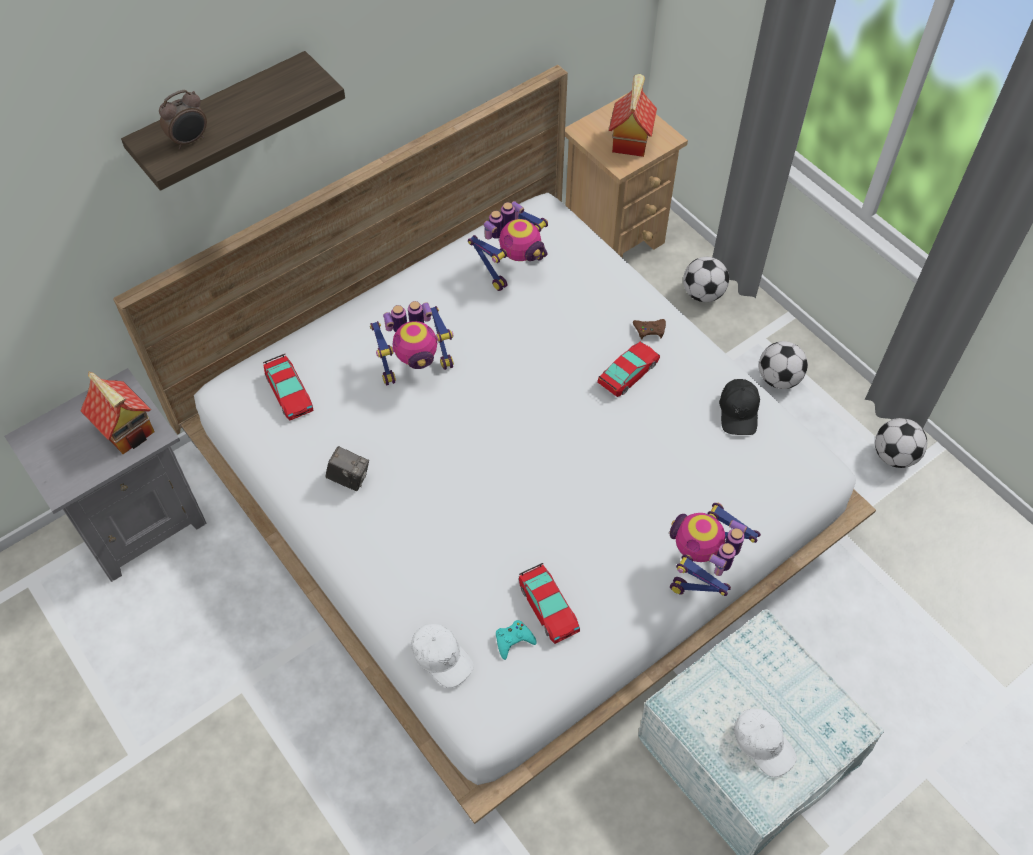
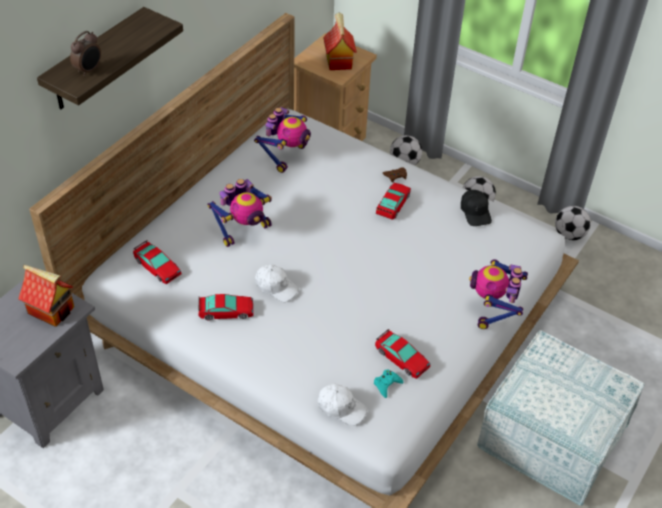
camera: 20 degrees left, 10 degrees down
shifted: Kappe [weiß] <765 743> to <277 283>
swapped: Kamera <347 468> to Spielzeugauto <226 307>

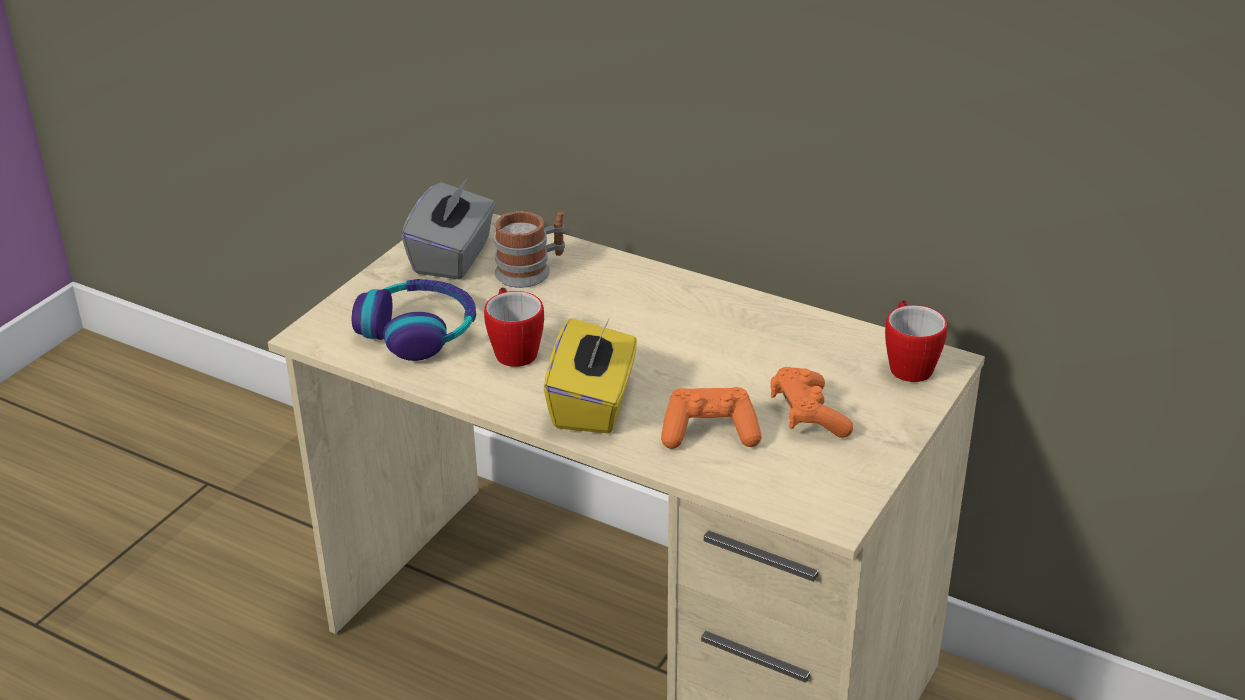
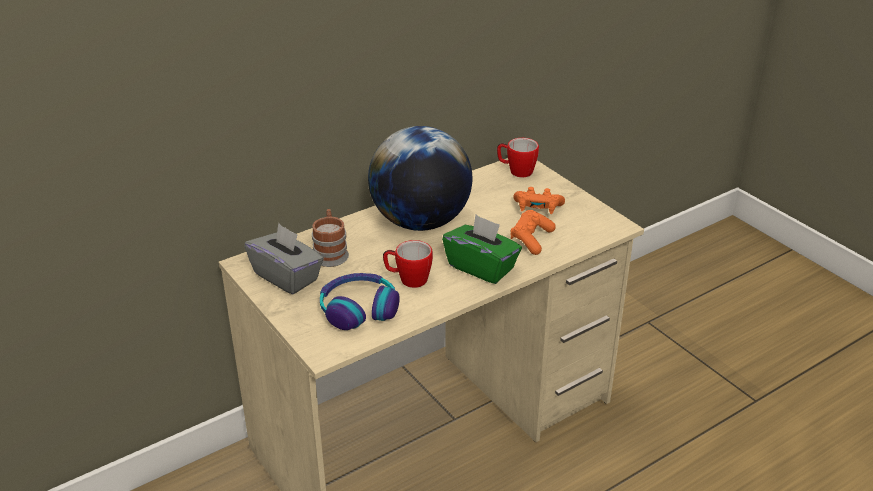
camera: 65 degrees left, 0 degrees up
new: Globus <420 178>
repainted: Taschentuchbox [gelb] <590 375> to Taschentuchbox [grün] <482 249>

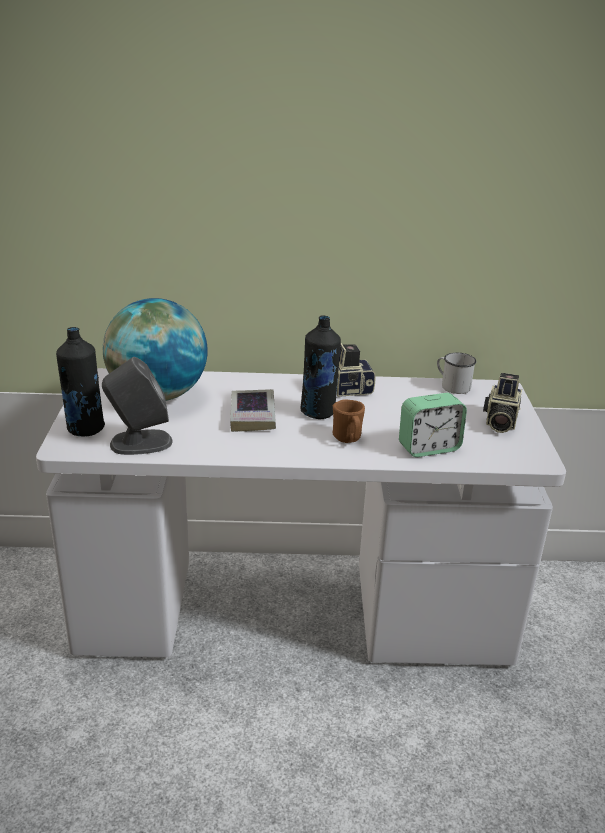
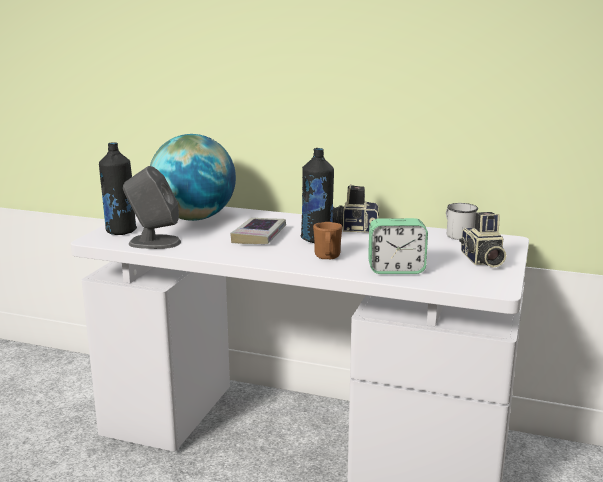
camera: 20 degrees right, 10 degrees down
rotated: Kamera <502 403> = <482 239> 45 degrees counterclockwise

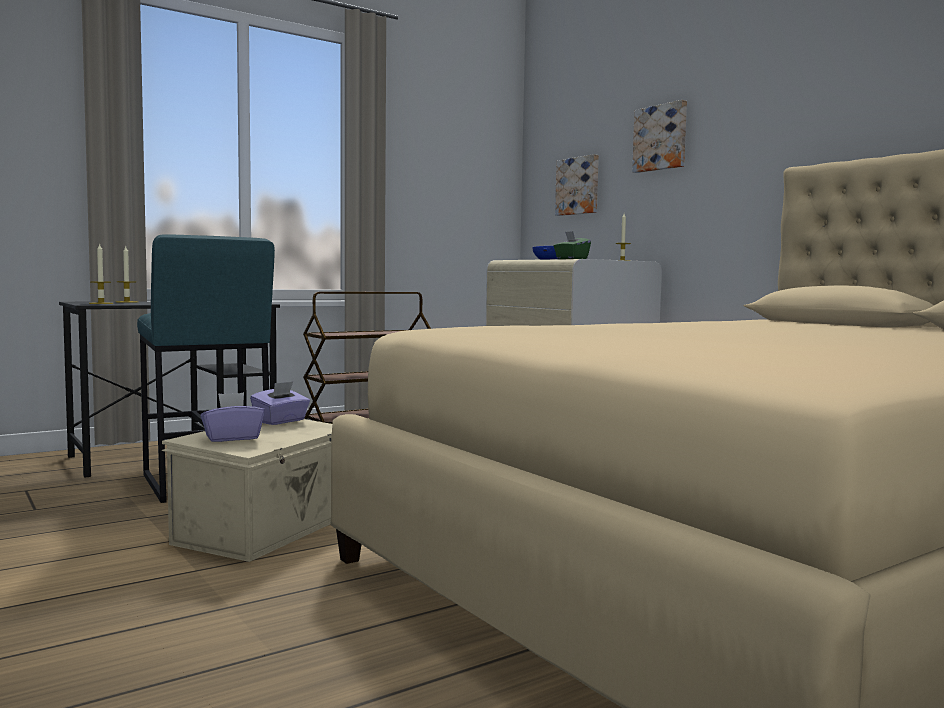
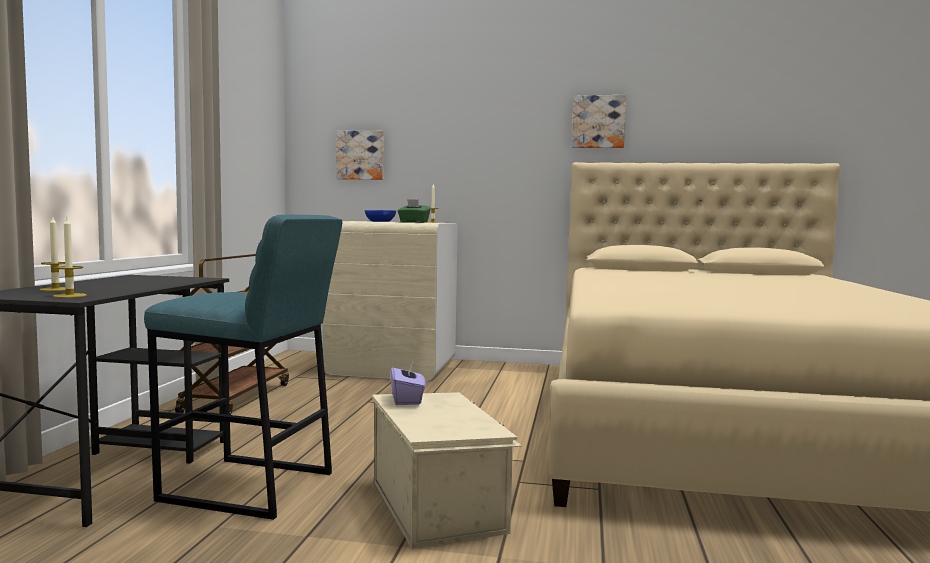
camera: 45 degrees left, 0 degrees up
gone: Taschentuchbox [lila] <233 417>
shifted: Bild <659 136> to <599 121>

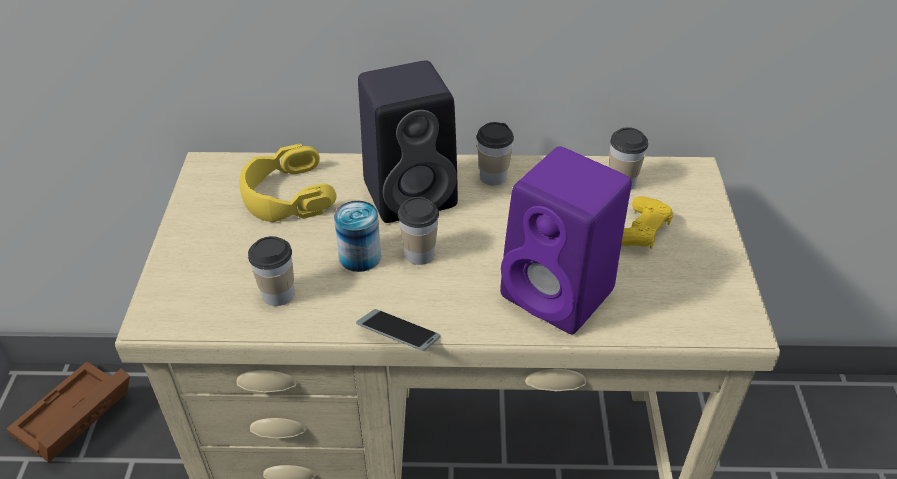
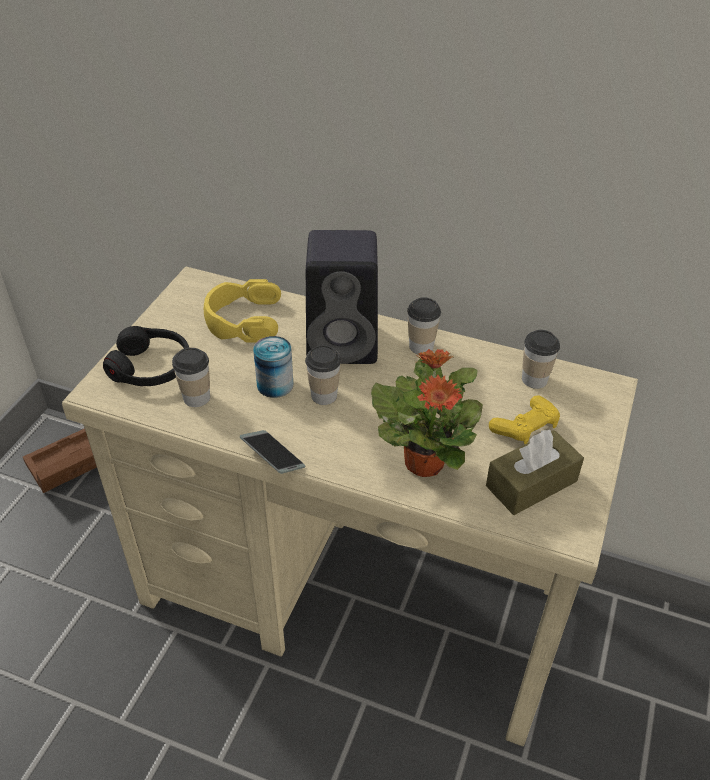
camera: 20 degrees right, 0 degrees up
new: Kopfhörer [schwarz] <146 356>; Taschentuchbox [braun] <535 472>
swapped: Lautsprecher [lila] <566 240> to Topfpflanze <427 413>

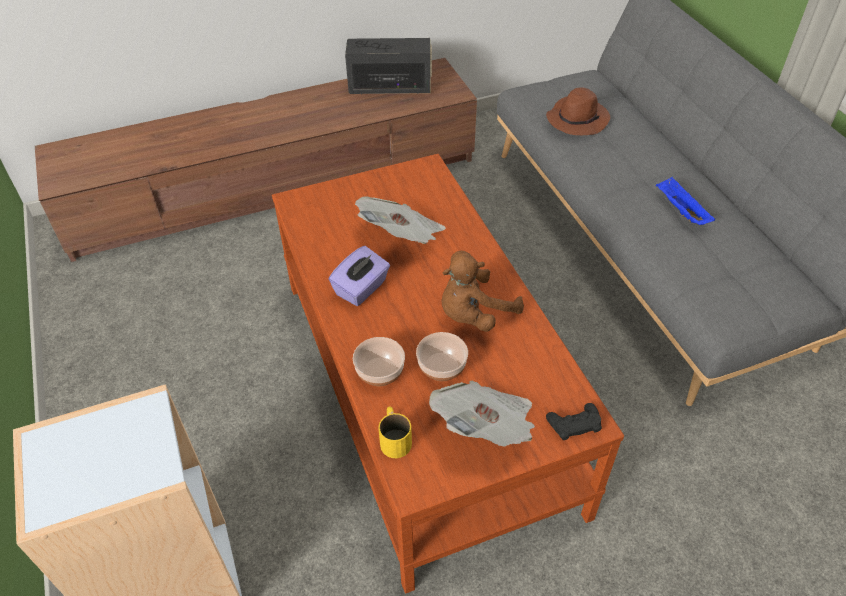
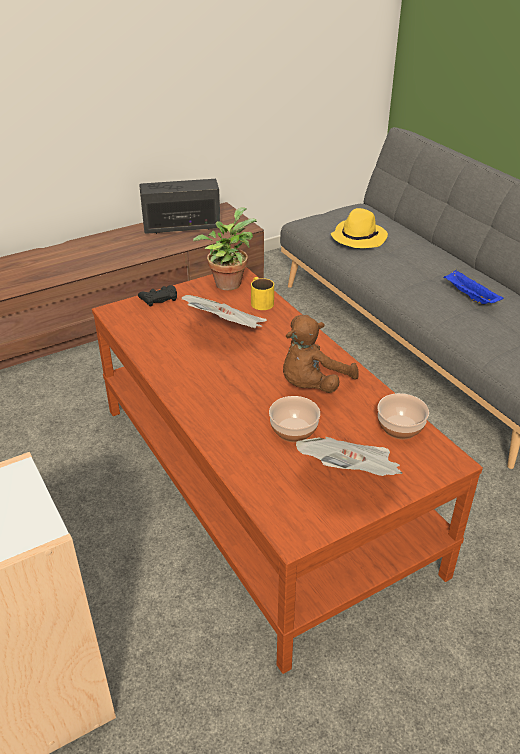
camera: 10 degrees left, 10 degrees down
gone: Taschentuchbox [lila] <359 276>
new: Topfpflanze <225 248>
shifted: Schüssel <379 361> to <403 416>; Henkelbecher [gelb] <395 432> to <262 293>; Gamepad [schwarz] <574 421> to <157 296>
repainted: Hut [braun] <578 111> to Hut [gelb] <359 228>

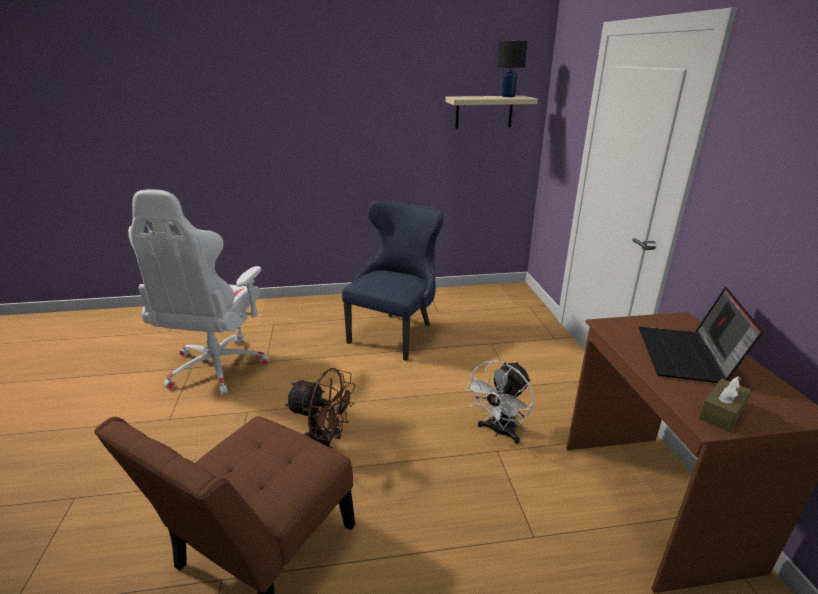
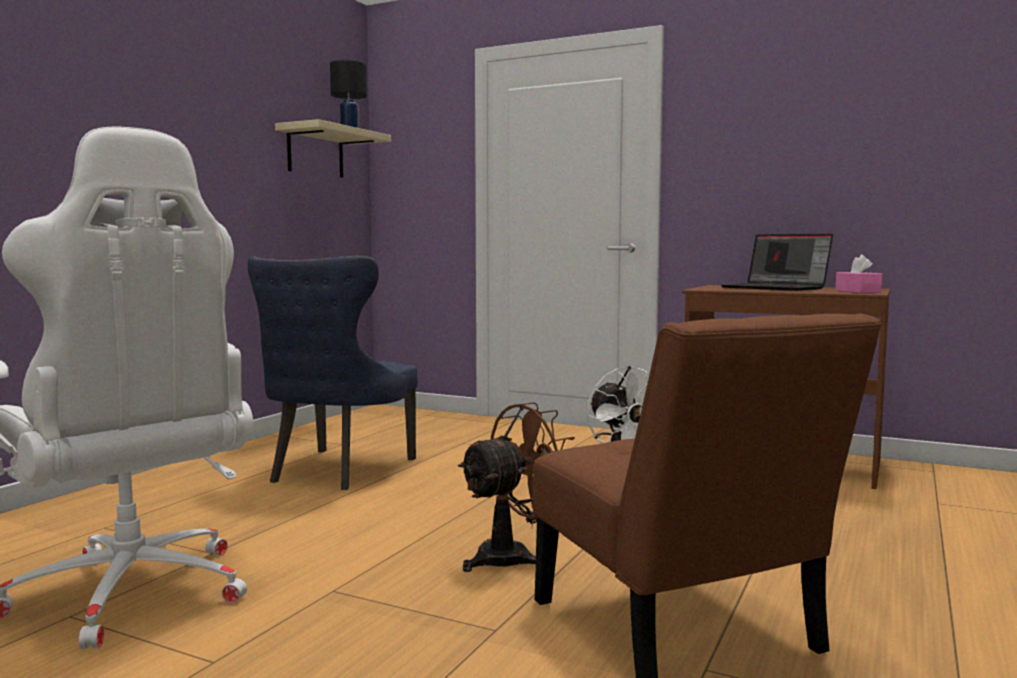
camera: 55 degrees left, 20 degrees down
repainted: Taschentuchbox [braun] <725 404> to Taschentuchbox [rosa] <859 274>
rotated: Stuhl [blau] <392 281> = <333 373> 135 degrees counterclockwise

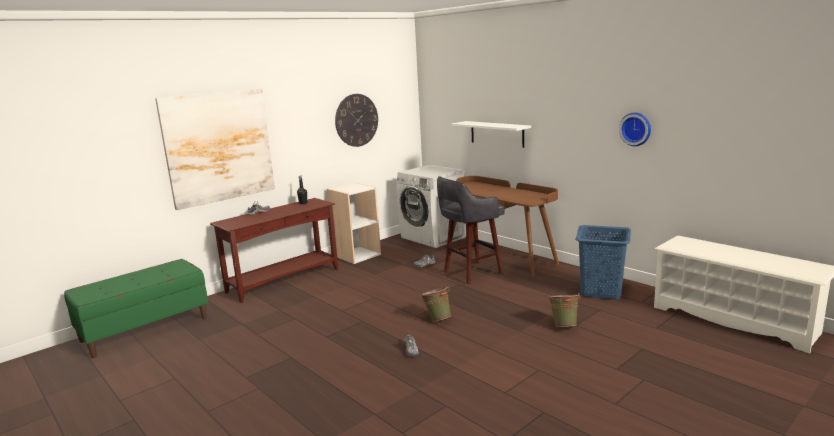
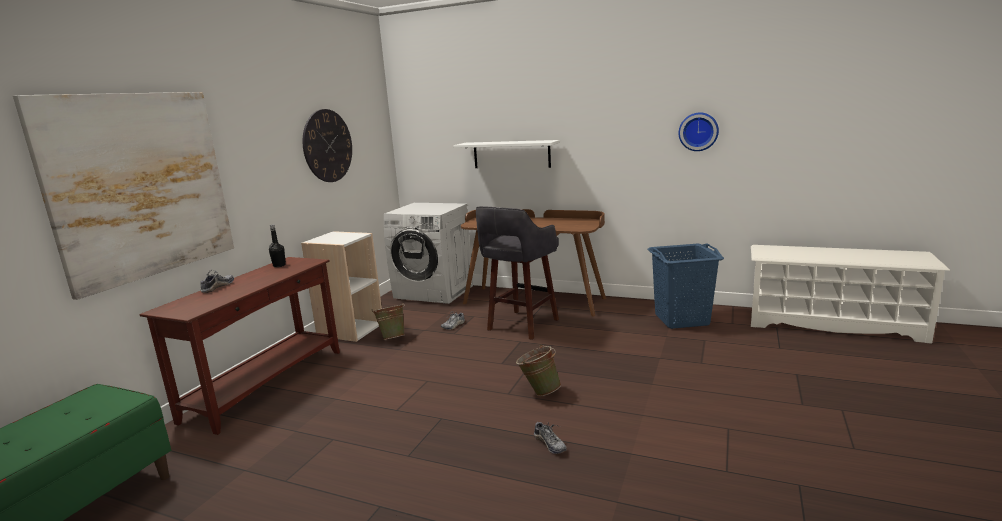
camera: 25 degrees left, 0 degrees up
shifted: Eimer [grün] <564 310> to <388 321>

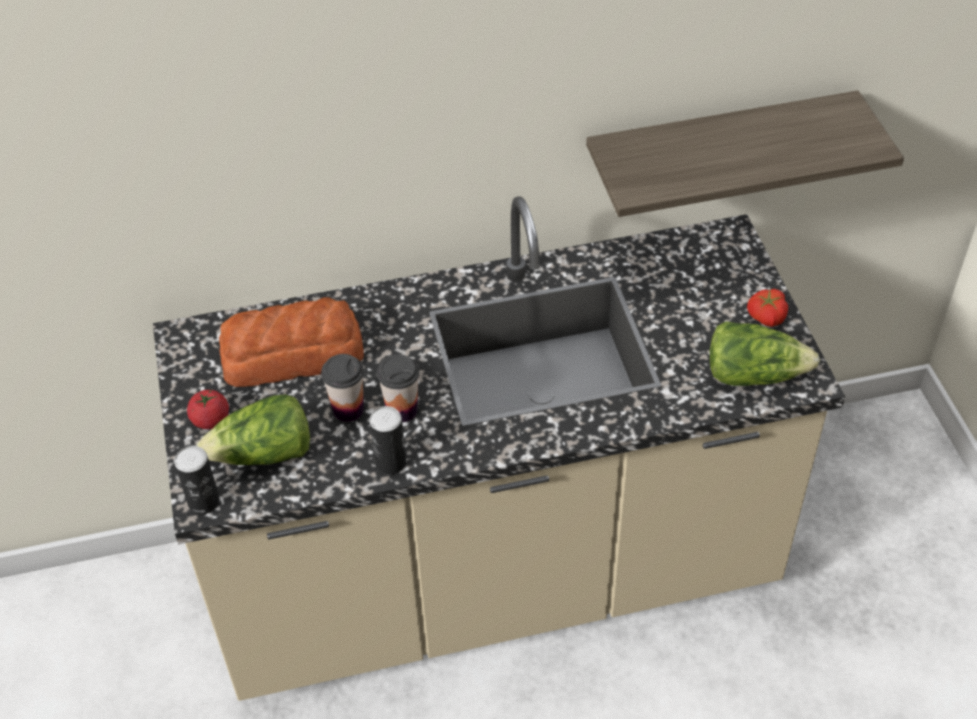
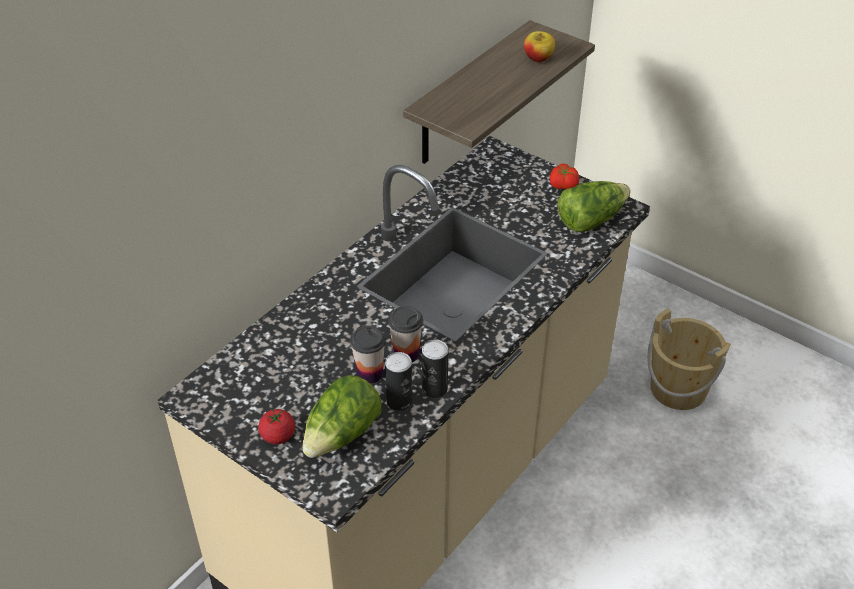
camera: 40 degrees left, 5 degrees down
gone: Brot <291 342>
new: Apfel <539 46>; Eimer [beige] <689 359>
shifted: Dose <197 480> to <398 381>

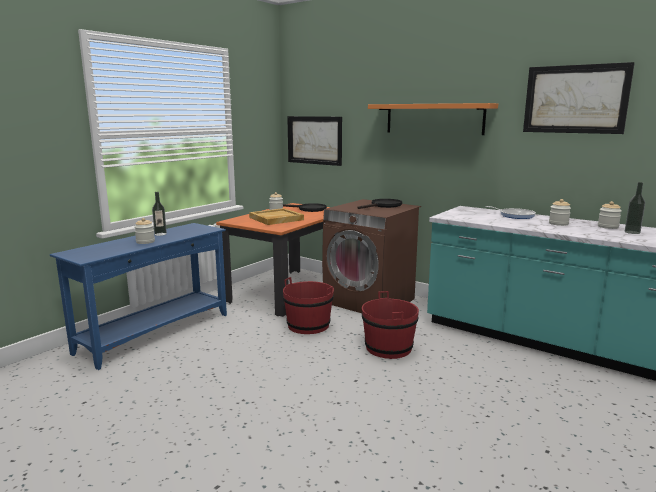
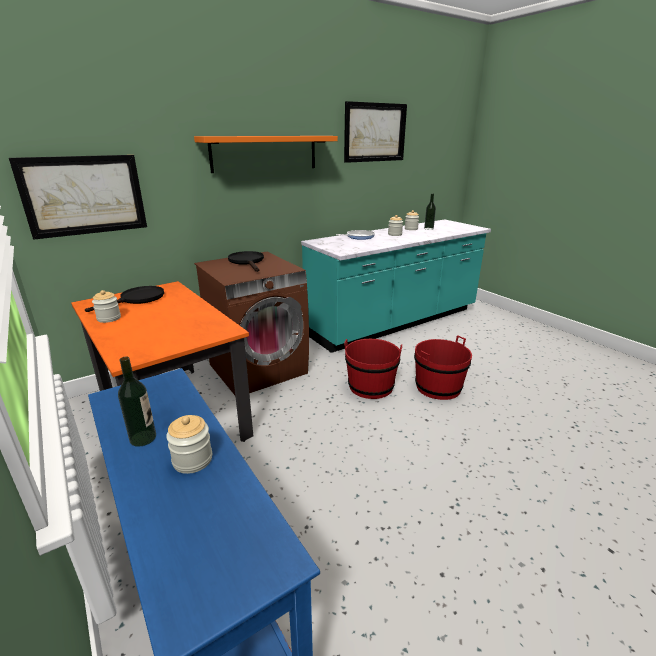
camera: 70 degrees left, 10 degrees up
gone: Tablett [beige] <276 216>
shifted: Eimer [rot] <308 305> to <443 367>

